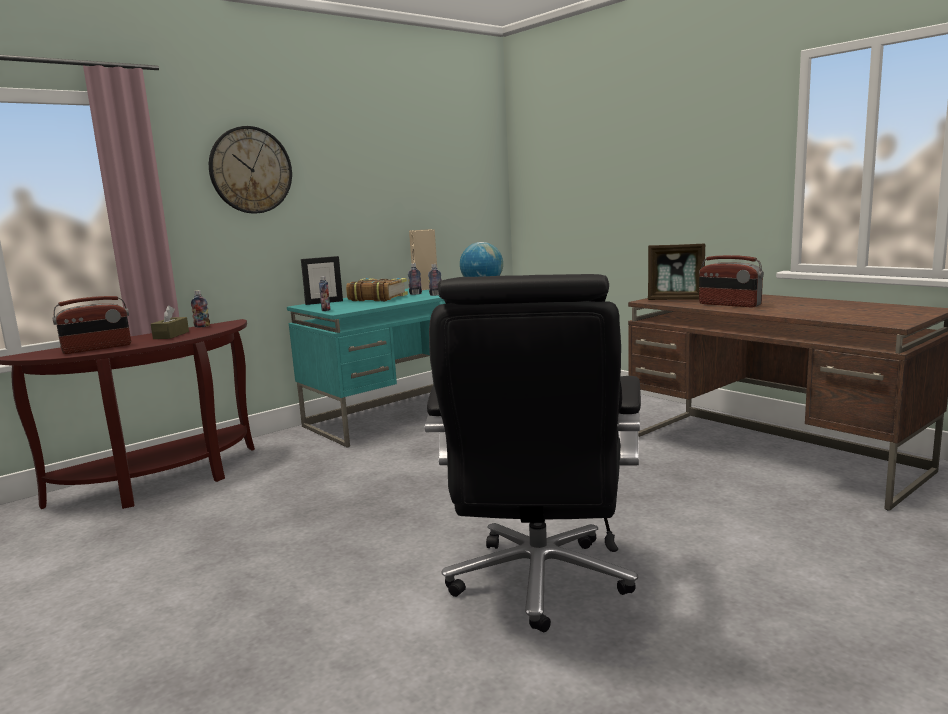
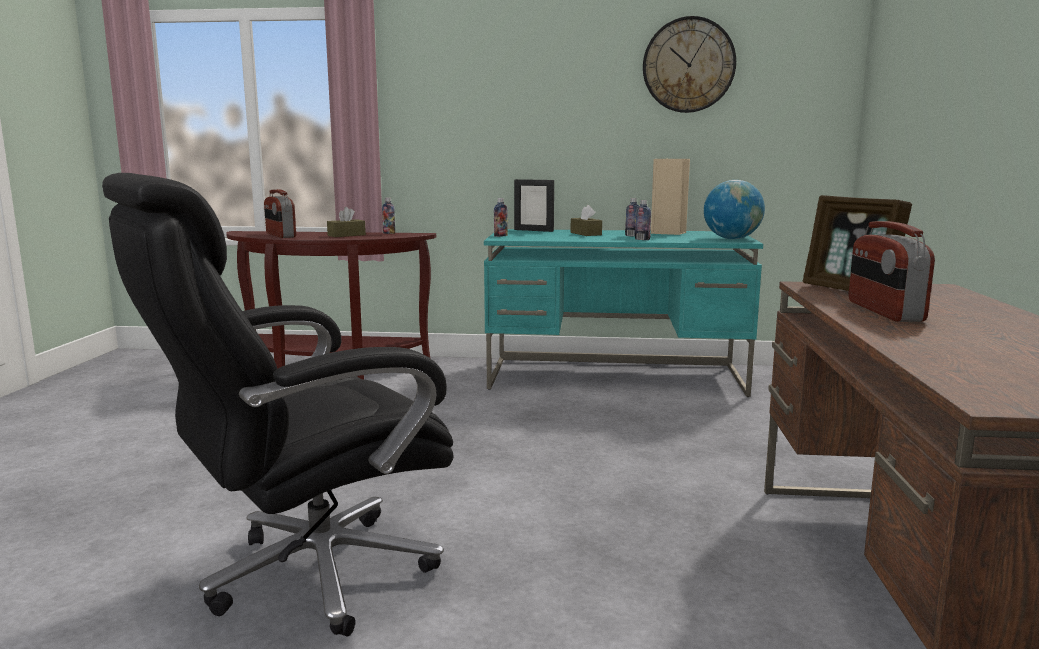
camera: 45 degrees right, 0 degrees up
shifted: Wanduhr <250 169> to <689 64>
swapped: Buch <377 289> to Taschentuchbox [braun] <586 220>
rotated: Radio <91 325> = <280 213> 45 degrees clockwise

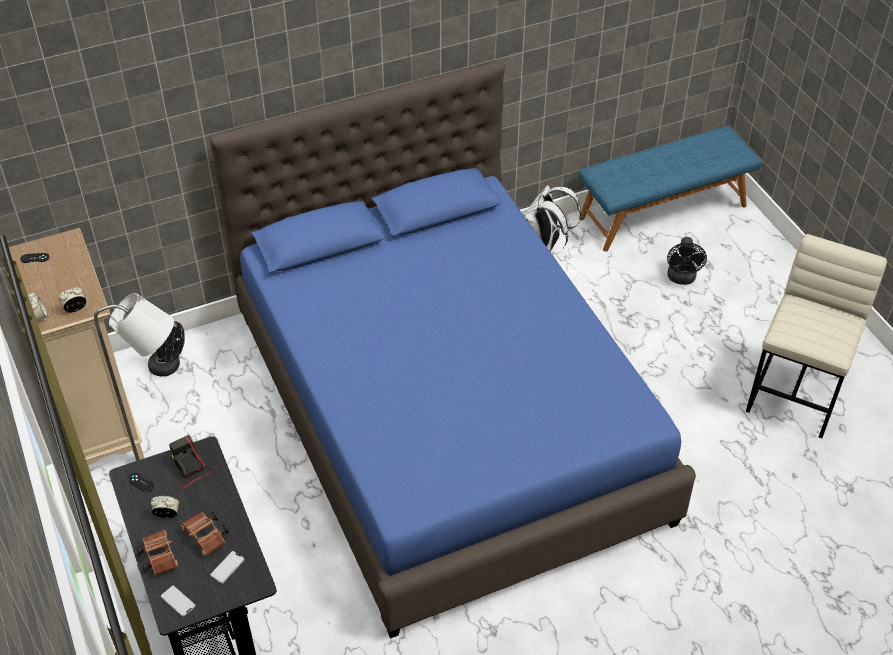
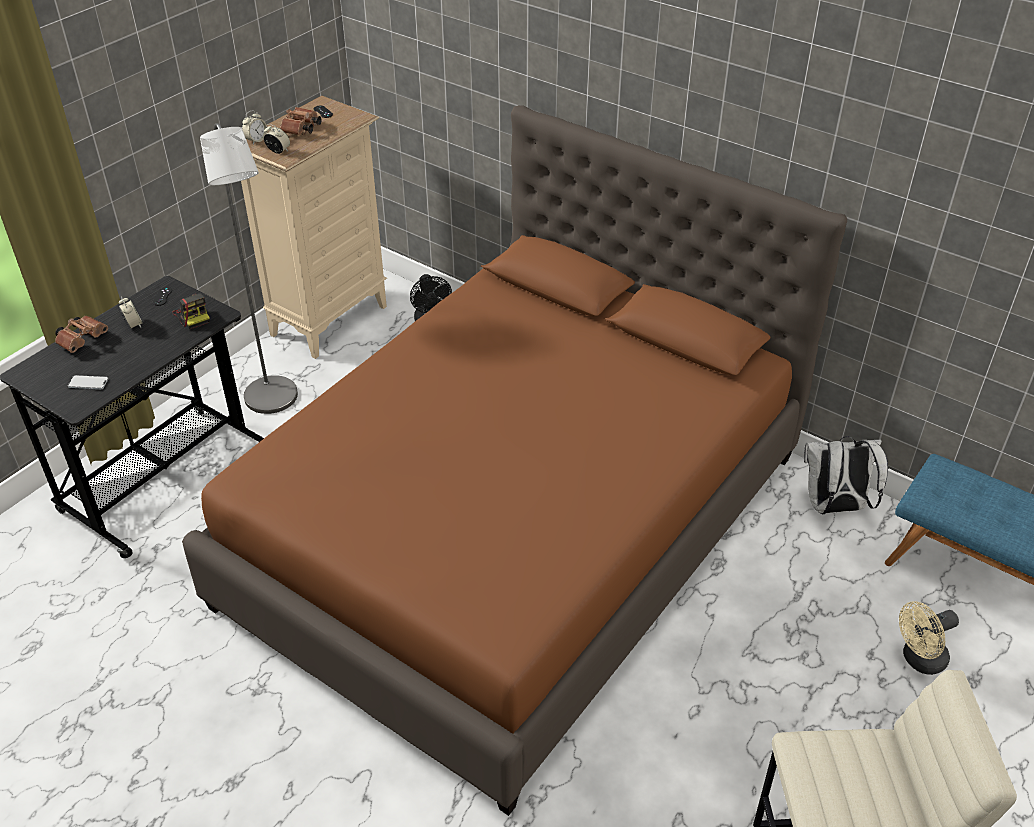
camera: 60 degrees right, 5 degrees down
gone: Handy <178 601>
shifted: Fernglas [braun] <205 534> to <300 121>
repainted: Bett [blau] <453 349> to Bett [braun] <514 460>; Ventilator [schwarz] <687 261> to Ventilator [beige] <929 638>
rotated: Kamera <190 461> = <191 311> 120 degrees clockwise

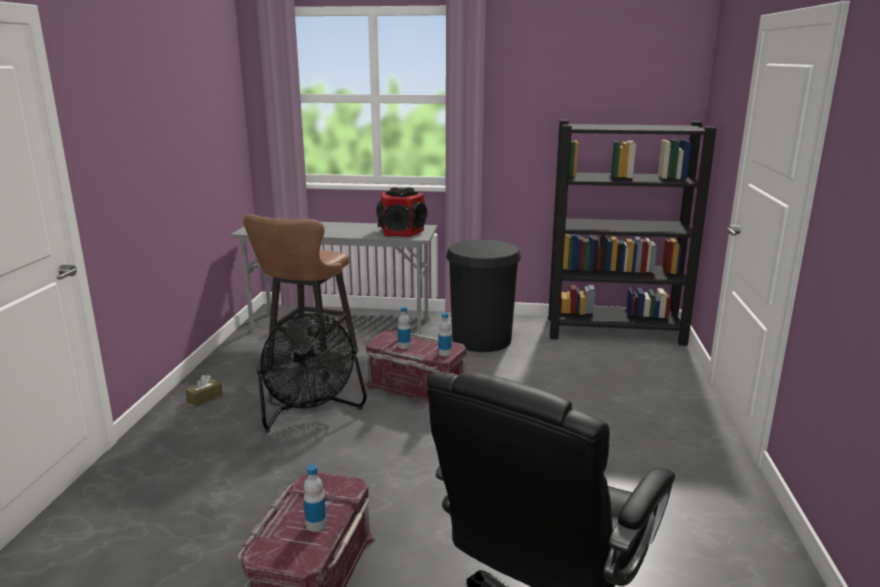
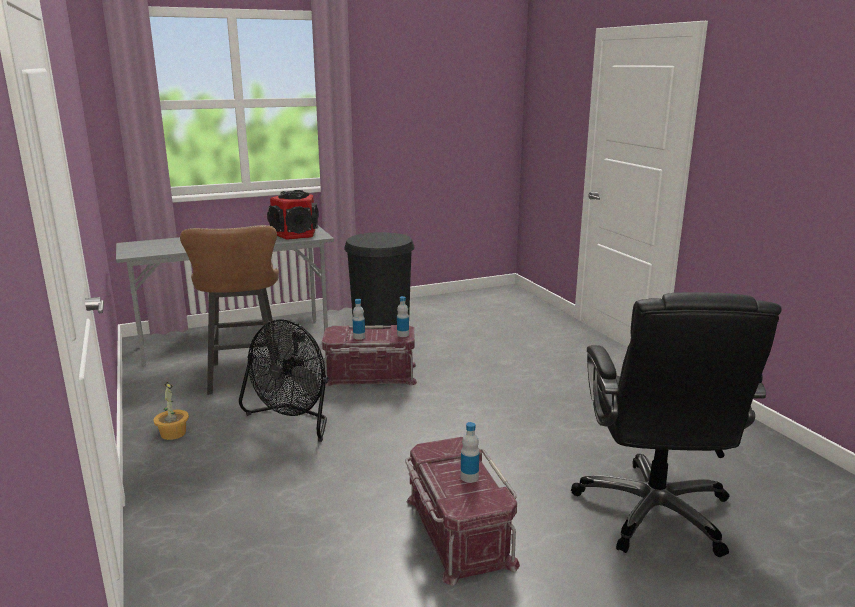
camera: 30 degrees left, 0 degrees up
gone: Bücherregal [schwarz] <632 233>
swapped: Taschentuchbox [braun] <204 390> to Topfpflanze <171 411>
rotated: Ventilator [schwarz] <312 373> = <283 380> 90 degrees clockwise

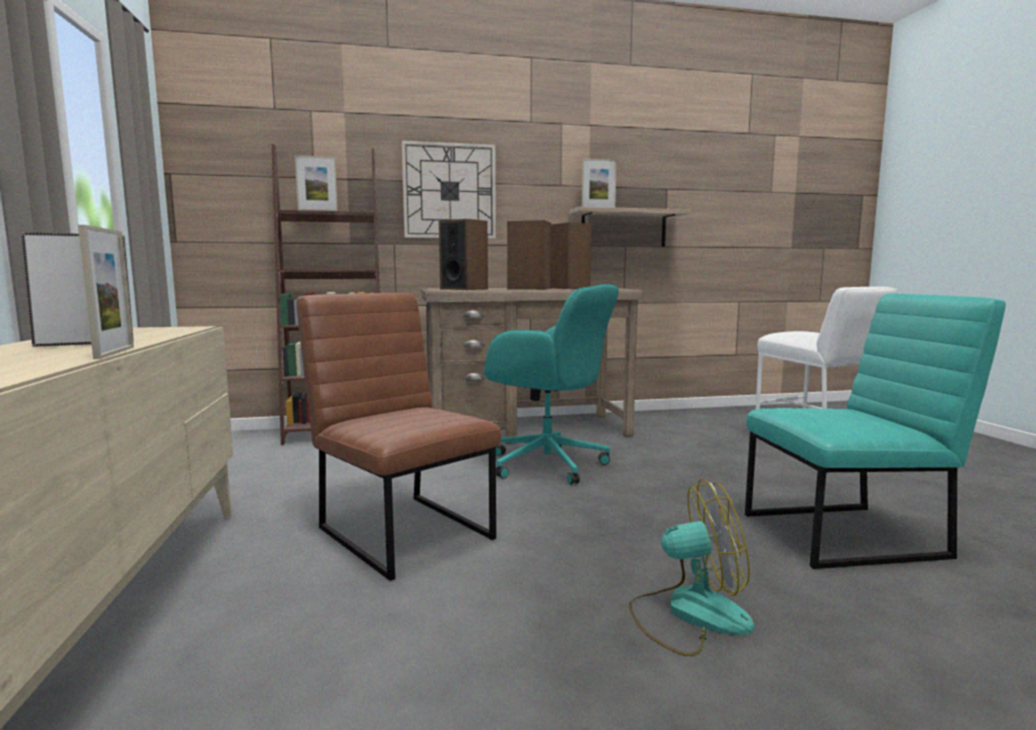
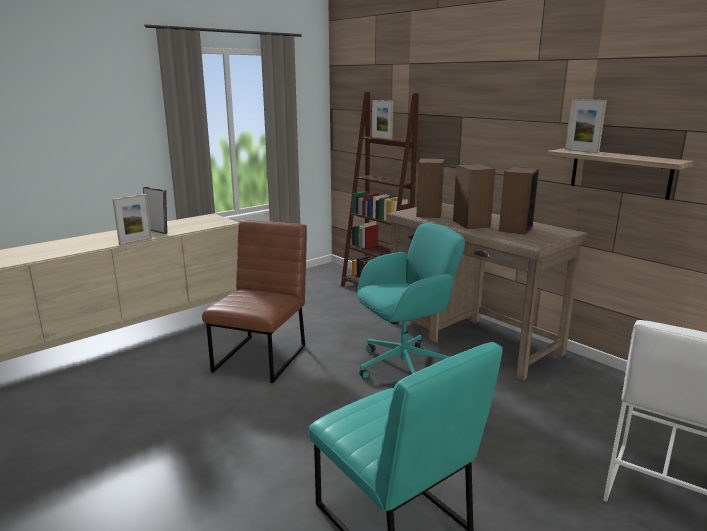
camera: 60 degrees right, 10 degrees up
gone: Wanduhr <449 189>; Ventilator <691 567>
rotated: Bürostuhl [türkis] <551 384> = <411 300> 120 degrees counterclockwise

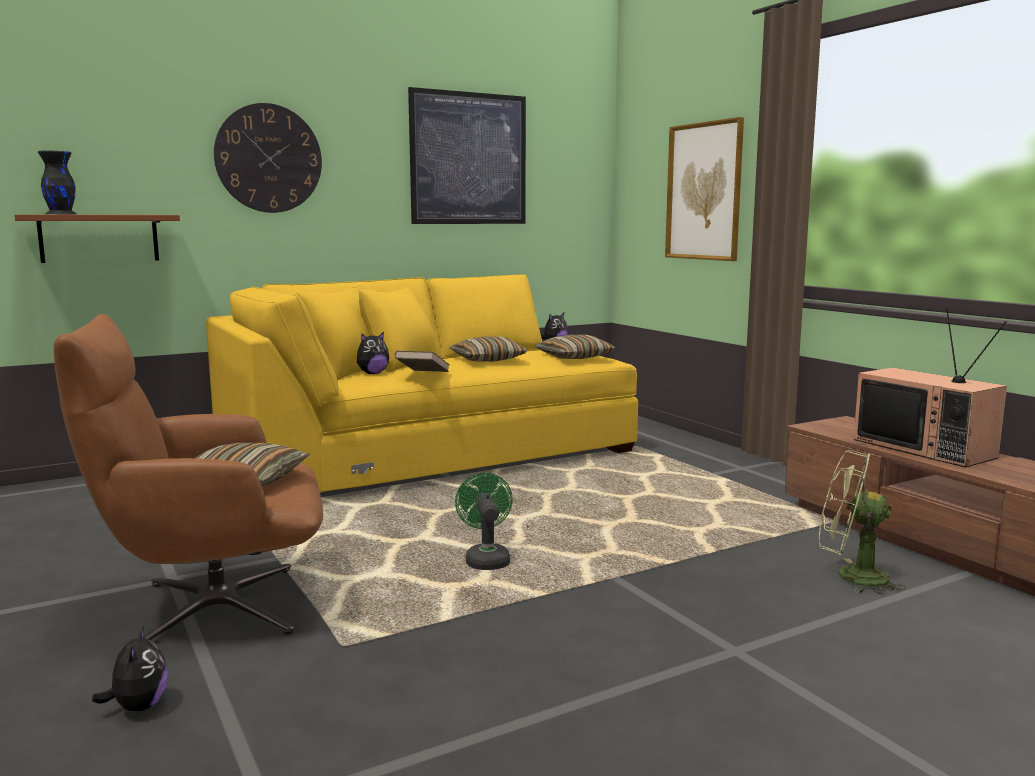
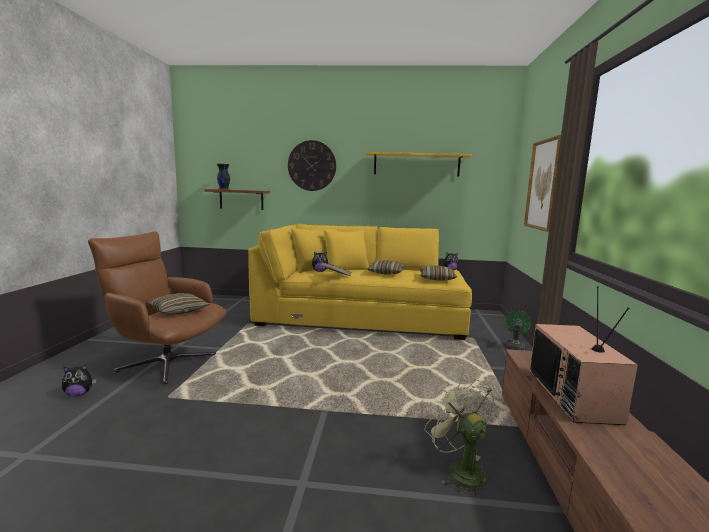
camera: 35 degrees right, 0 degrees up
shifted: Ventilator [grün] <484 521> to <518 330>
swapped: Bild <467 155> to Wandregal [gelb] <419 164>
rotated: Plüschtier <130 668> = <79 380> 45 degrees clockwise

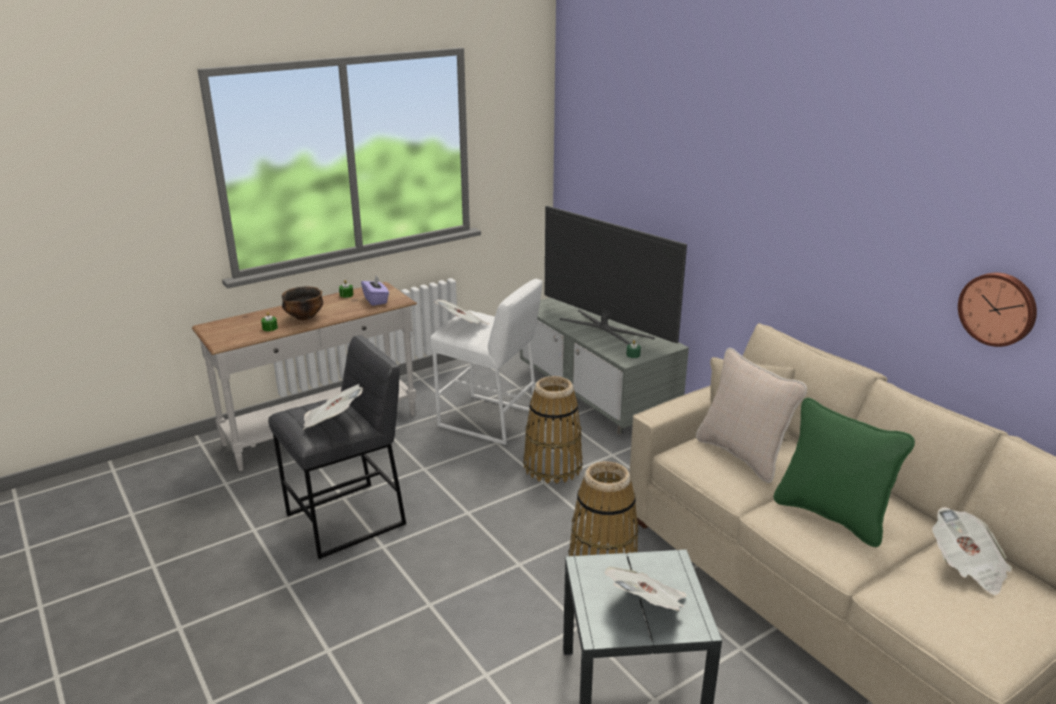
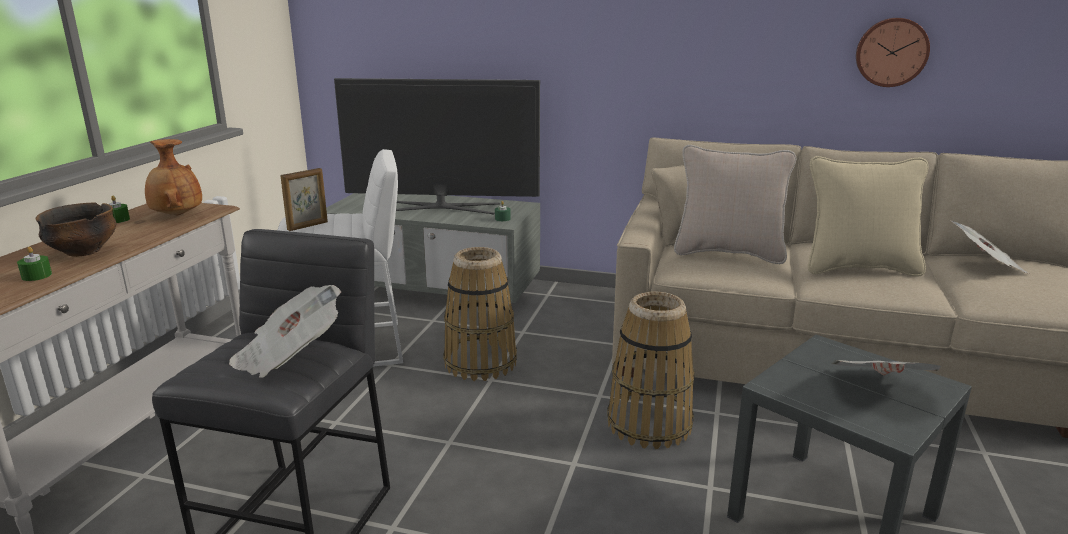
camera: 40 degrees left, 5 degrees down
swapped: Taschentuchbox [lila] <375 291> to Vase [braun] <173 177>; Zeitung <462 312> to Bilderrahmen <304 199>
repainted: Kissen [grün] <844 472> to Kissen [beige] <868 216>

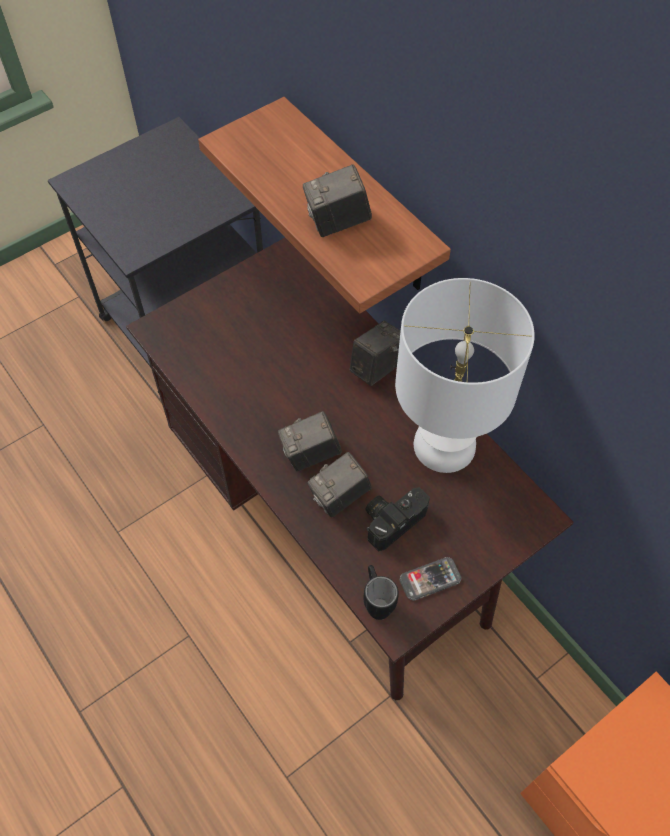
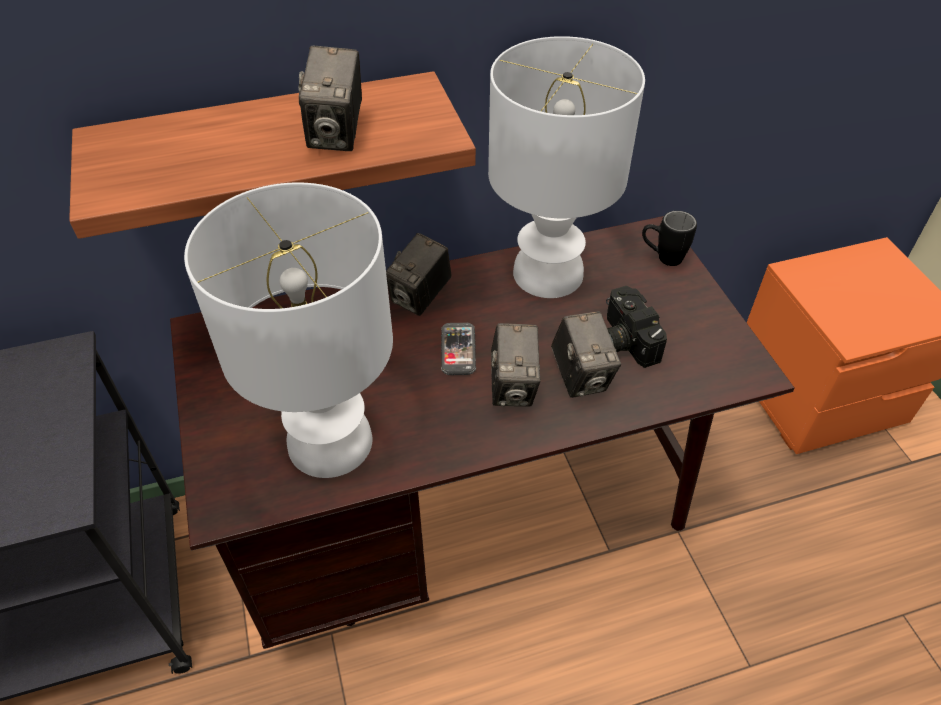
camera: 70 degrees left, 10 degrees down
new: Tischlampe [weiß] <288 330>
shifted: Henkelbecher [schwarz] <381 592> to <669 238>; Handy <430 579> to <458 349>
rotated: Kamera <375 353> = <418 274> 120 degrees counterclockwise

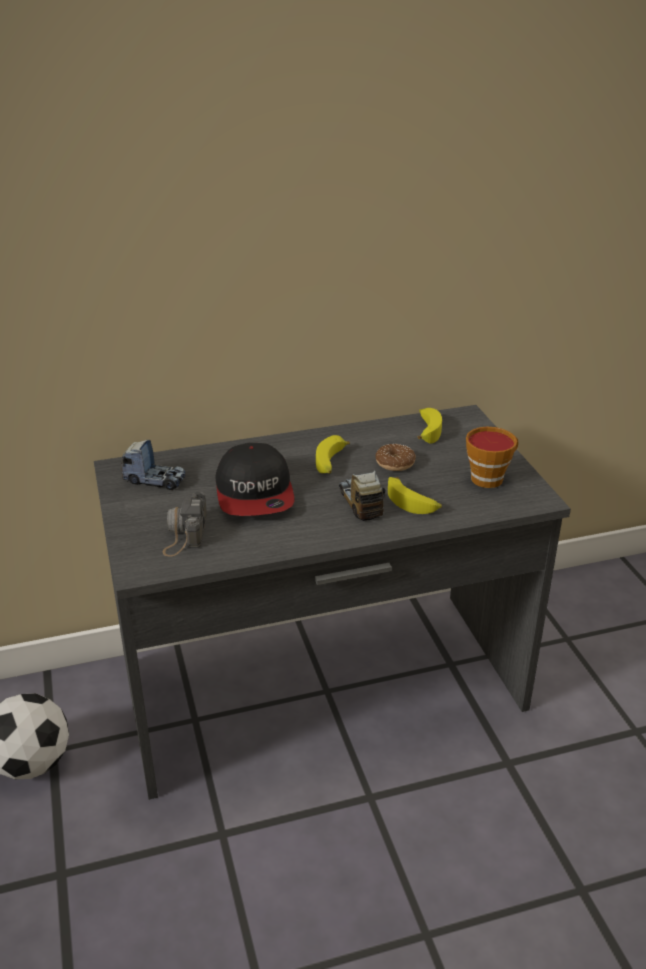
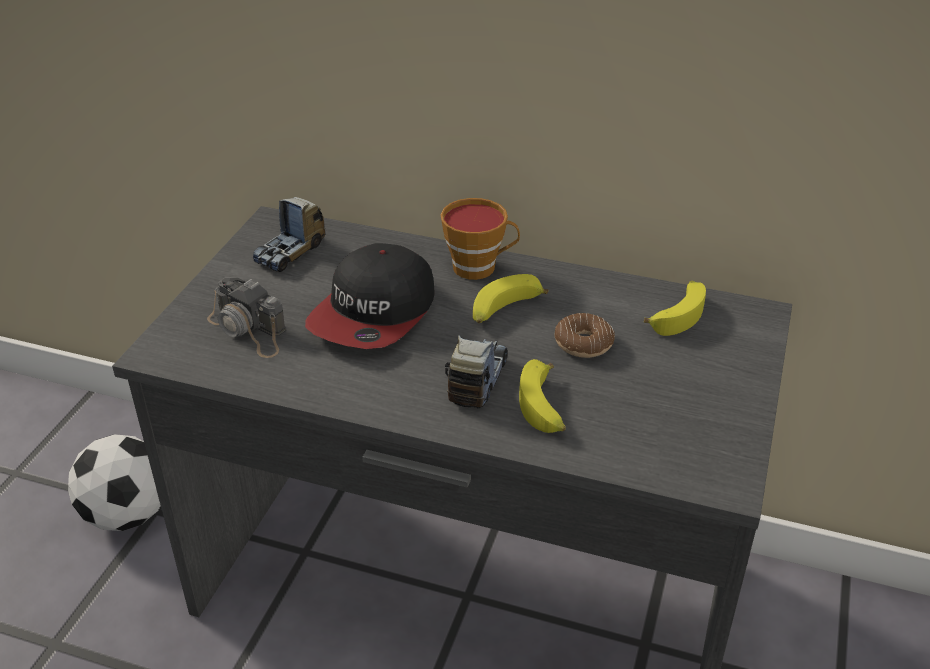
camera: 35 degrees right, 5 degrees up
shifted: Tasse <492 457> to <480 239>
rotated: Spielzeuglaster <153 465> = <289 234> 75 degrees clockwise; Kamera <185 524> = <246 317> 90 degrees counterclockwise

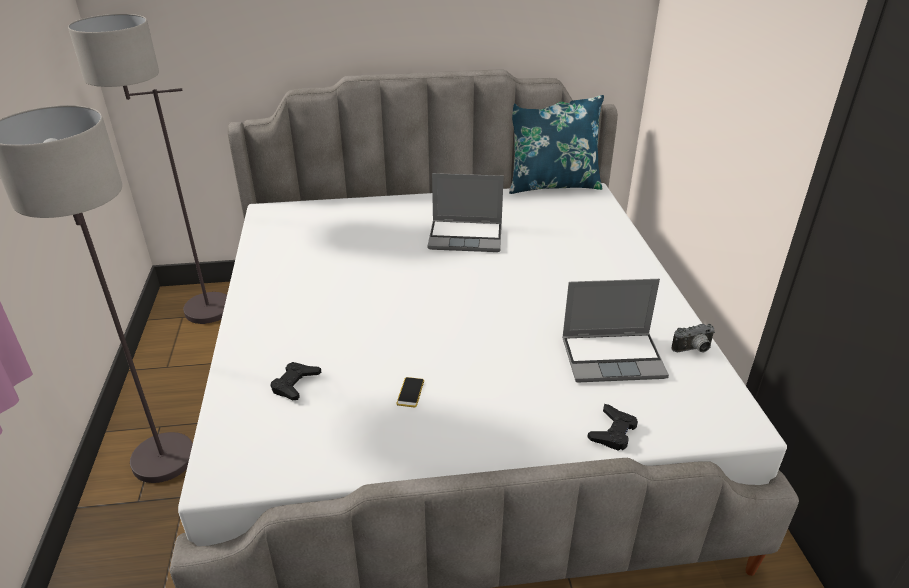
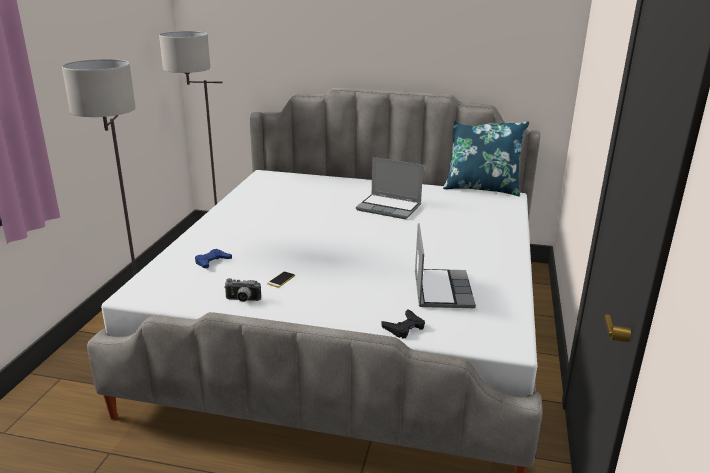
camera: 20 degrees right, 10 degrees down
shifted: Kamera <693 338> to <242 290>
repainted: Gamepad [schwarz] <295 381> to Gamepad [blau] <213 258>
rotated: Laptop <615 330> = <445 265> 105 degrees counterclockwise

